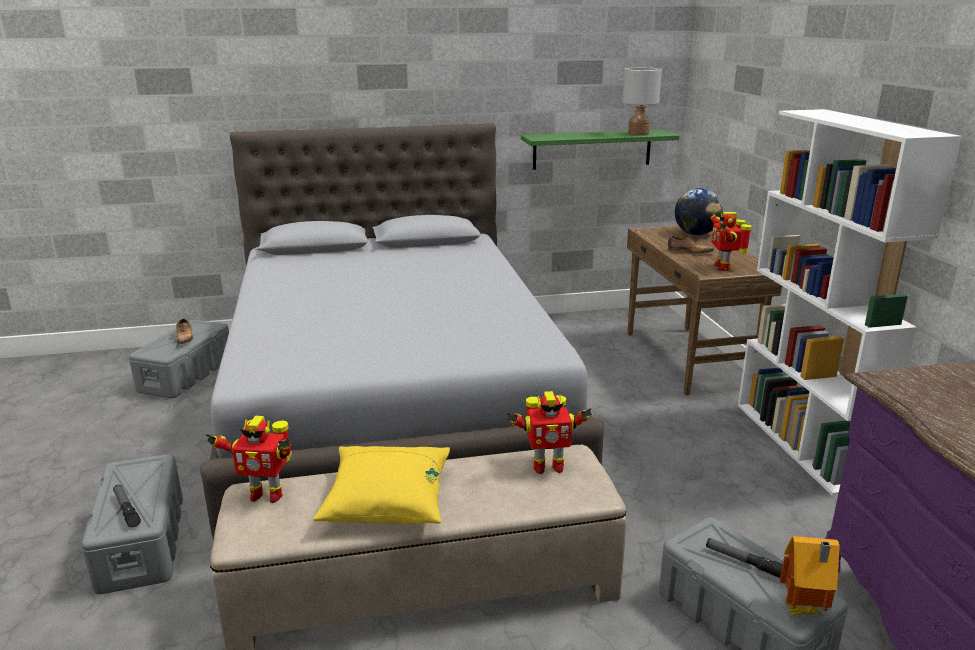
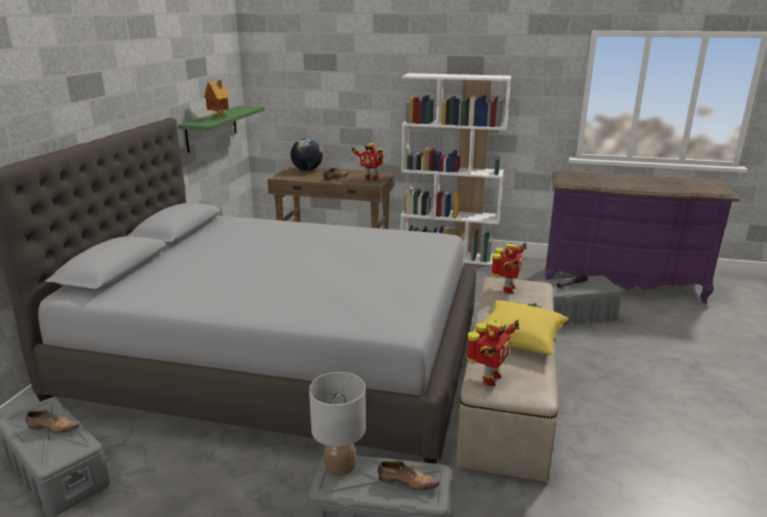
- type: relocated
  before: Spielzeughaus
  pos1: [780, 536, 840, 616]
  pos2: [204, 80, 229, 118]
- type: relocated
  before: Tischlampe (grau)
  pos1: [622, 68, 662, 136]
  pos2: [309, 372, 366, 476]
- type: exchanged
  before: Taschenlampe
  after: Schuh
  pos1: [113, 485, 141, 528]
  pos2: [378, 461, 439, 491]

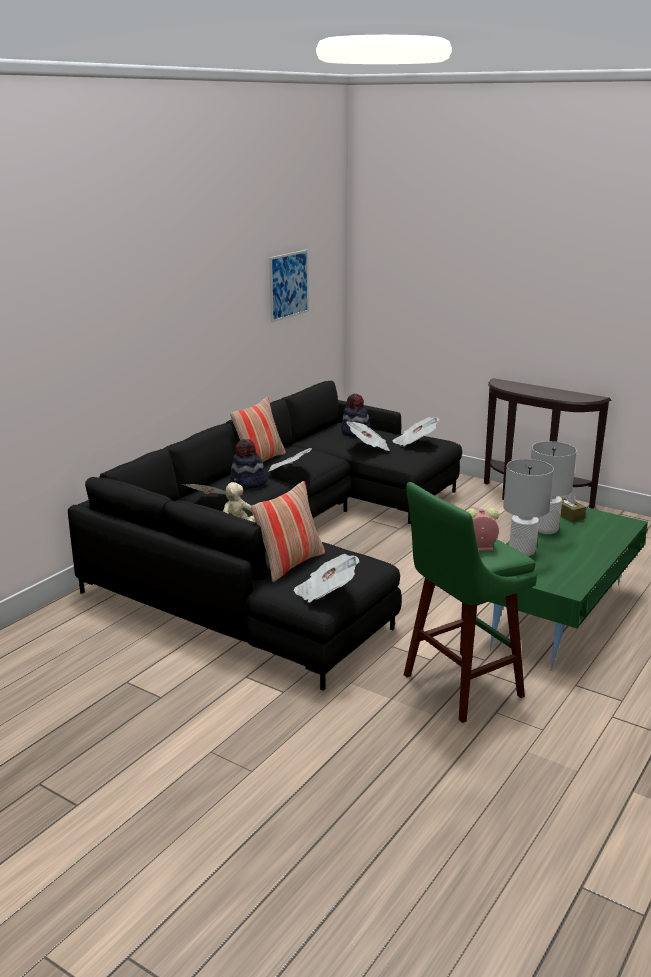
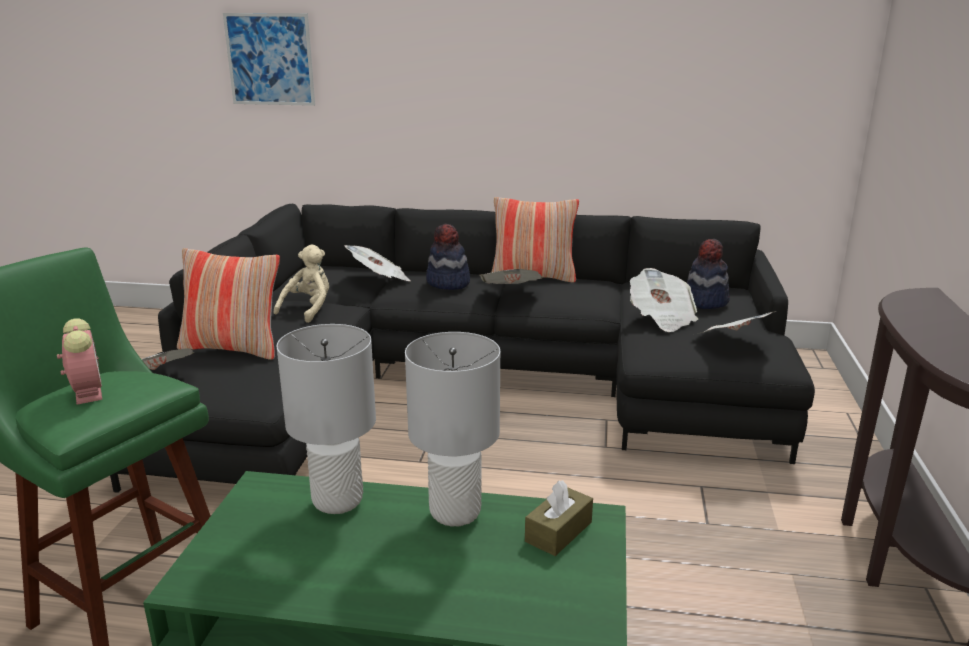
- type: relocated
  before: Bild
  pos1: [269, 250, 309, 323]
  pos2: [223, 13, 315, 106]

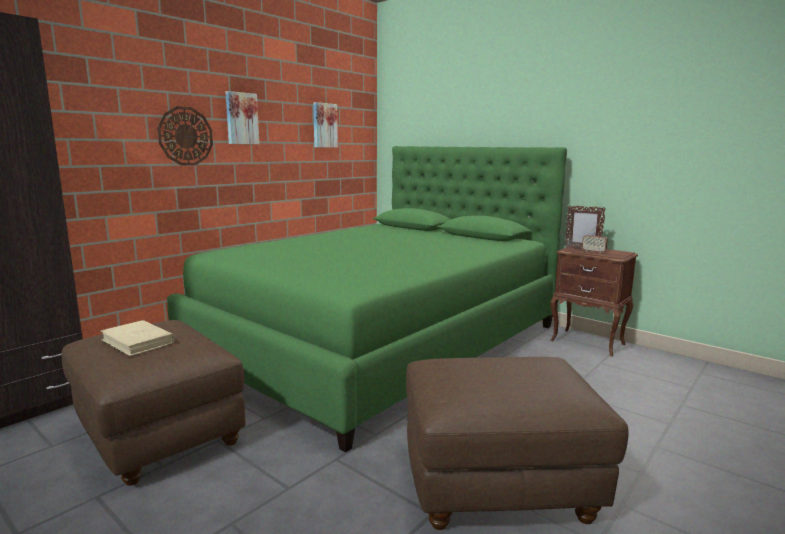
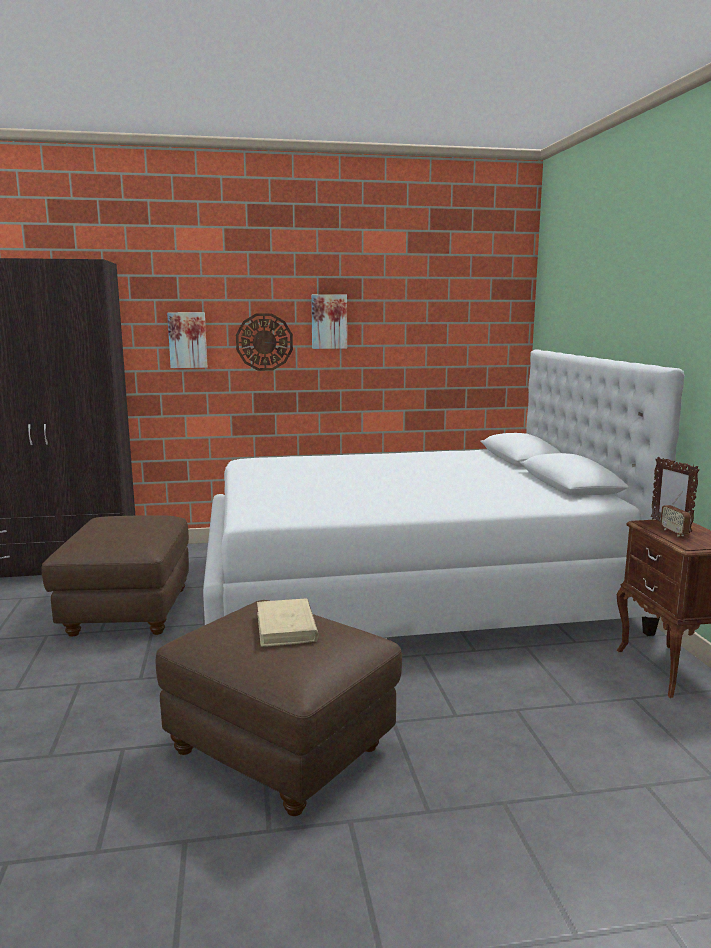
- type: relocated
  before: Bild
  pos1: [313, 102, 338, 148]
  pos2: [167, 312, 207, 368]
- type: colour
  before: Bett (grün)
  after: Bett (weiß)
  pos1: [167, 146, 567, 453]
  pos2: [203, 349, 684, 638]
- type: relocated
  before: Buch (beige)
  pos1: [101, 320, 175, 356]
  pos2: [257, 598, 319, 647]

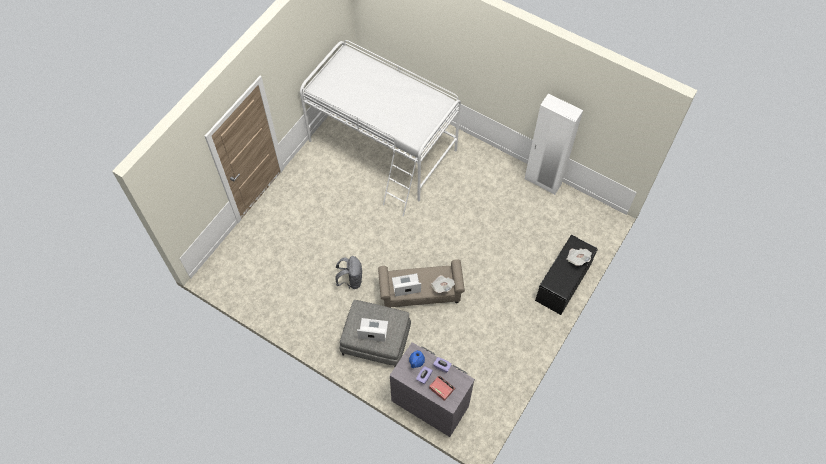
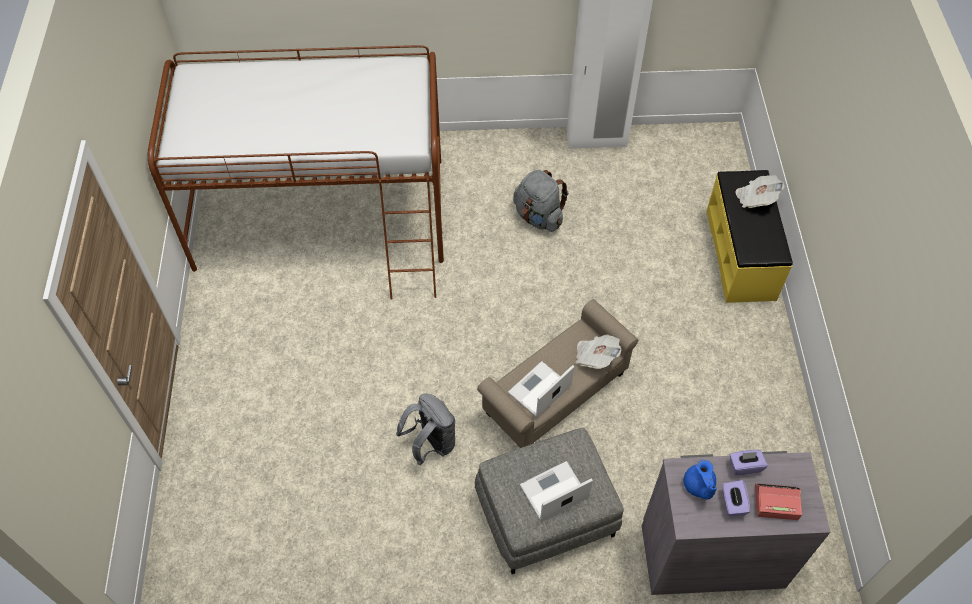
- type: colour
  before: Bett (weiß)
  after: Bett (braun)
  pos1: [300, 40, 461, 216]
  pos2: [148, 45, 444, 300]
- type: appeared
  after: Rucksack (grau)
  pos2: [513, 170, 568, 232]
- type: colour
  before: Bank (schwarz)
  after: Bank (gelb)
  pos1: [535, 235, 598, 315]
  pos2: [706, 170, 793, 303]

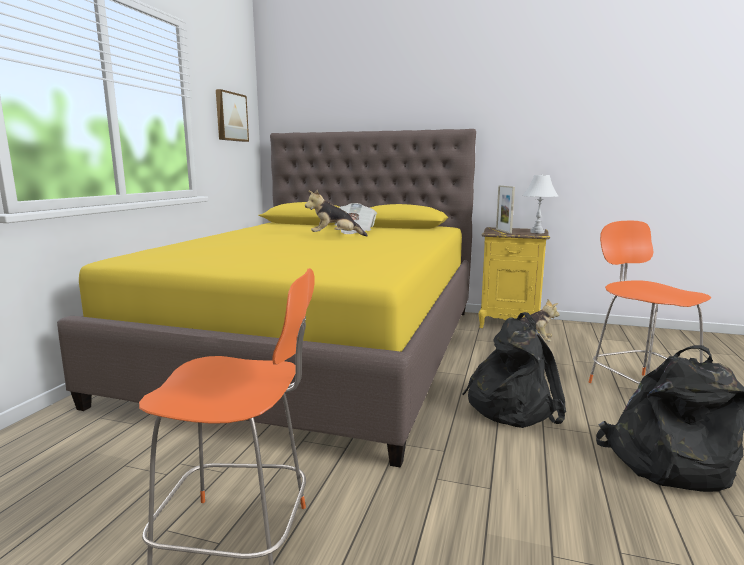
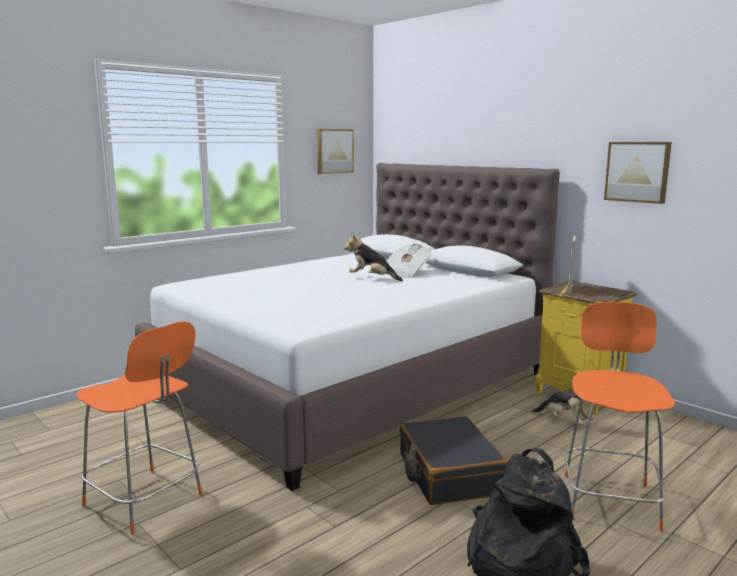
- type: colour
  before: Bett (gelb)
  after: Bett (weiß)
  pos1: [57, 129, 476, 468]
  pos2: [135, 163, 560, 491]
- type: exchanged
  before: Rucksack (schwarz)
  after: Koffer (schwarz)
  pos1: [462, 312, 566, 428]
  pos2: [399, 416, 507, 505]
- type: appeared
  after: Bild
  pos2: [604, 142, 671, 204]
- type: missing
  before: Tischlampe (weiß)
  pos1: [522, 174, 558, 233]

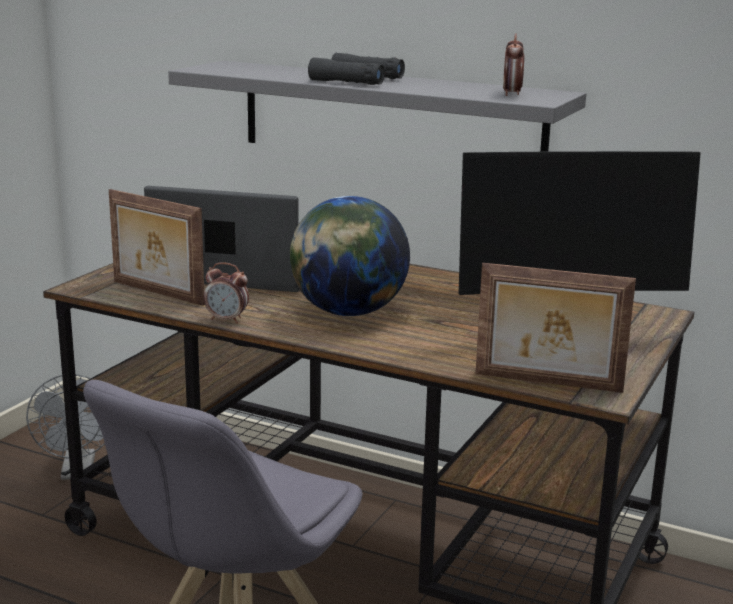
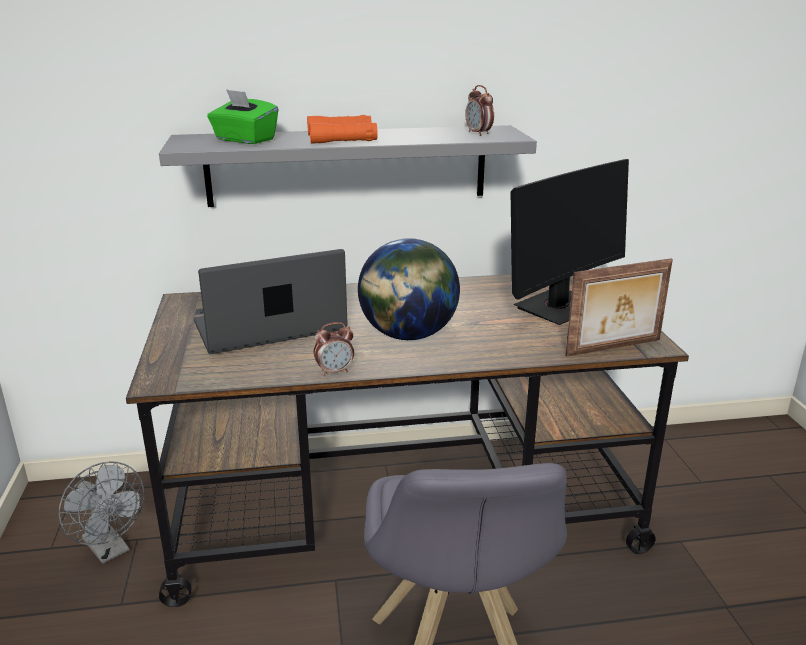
- type: appeared
  after: Taschentuchbox (grün)
  pos2: [207, 89, 278, 144]
- type: colour
  before: Fernglas (schwarz)
  after: Fernglas (orange)
  pos1: [308, 53, 405, 85]
  pos2: [307, 115, 378, 144]
- type: missing
  before: Bilderrahmen
  pos1: [109, 189, 205, 306]

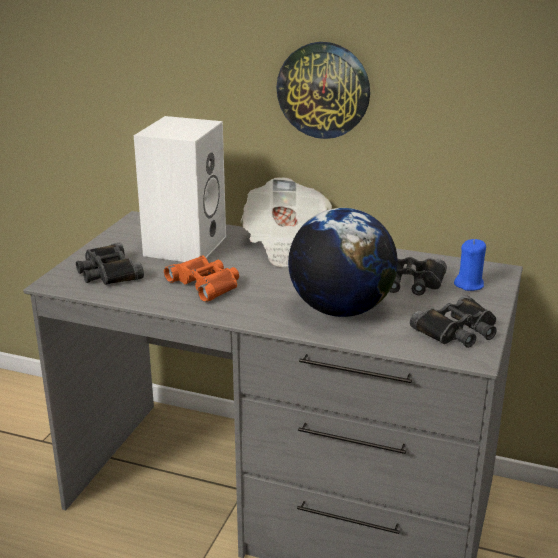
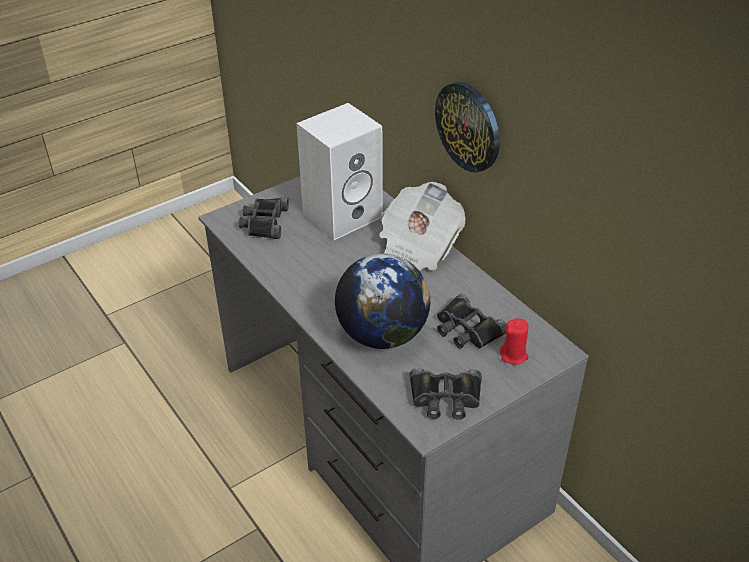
- type: colour
  before: Kerze (blau)
  after: Kerze (rot)
  pos1: [454, 239, 486, 291]
  pos2: [500, 318, 529, 365]
- type: missing
  before: Fernglas (orange)
  pos1: [164, 255, 239, 302]

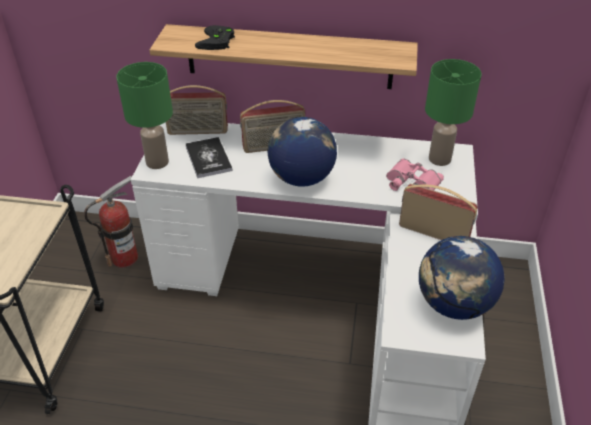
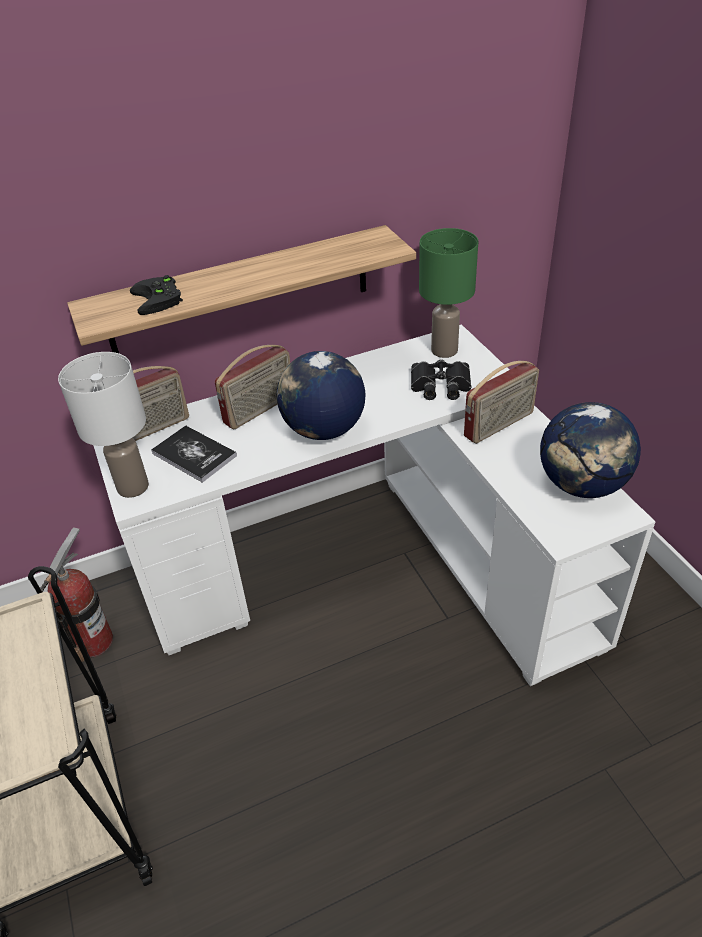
- type: colour
  before: Tischlampe (grün)
  after: Tischlampe (weiß)
  pos1: [116, 62, 173, 169]
  pos2: [58, 352, 149, 498]
- type: colour
  before: Fernglas (rosa)
  after: Fernglas (schwarz)
  pos1: [386, 158, 444, 191]
  pos2: [411, 359, 471, 400]
- type: spun
  before: Radio
  pos1: [399, 184, 478, 240]
  pos2: [464, 361, 539, 444]
  turn: 150

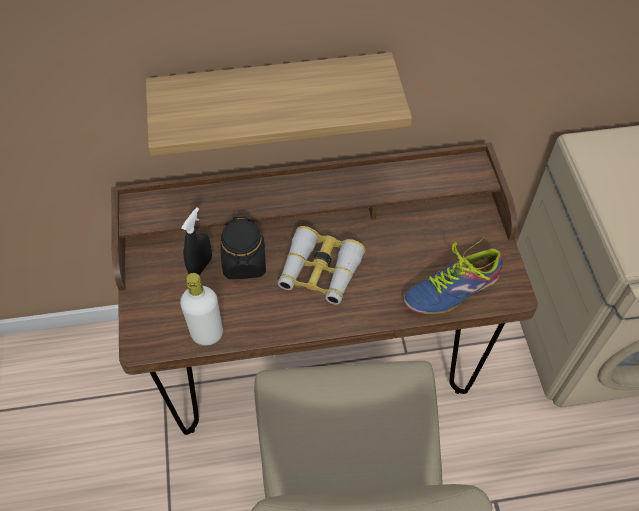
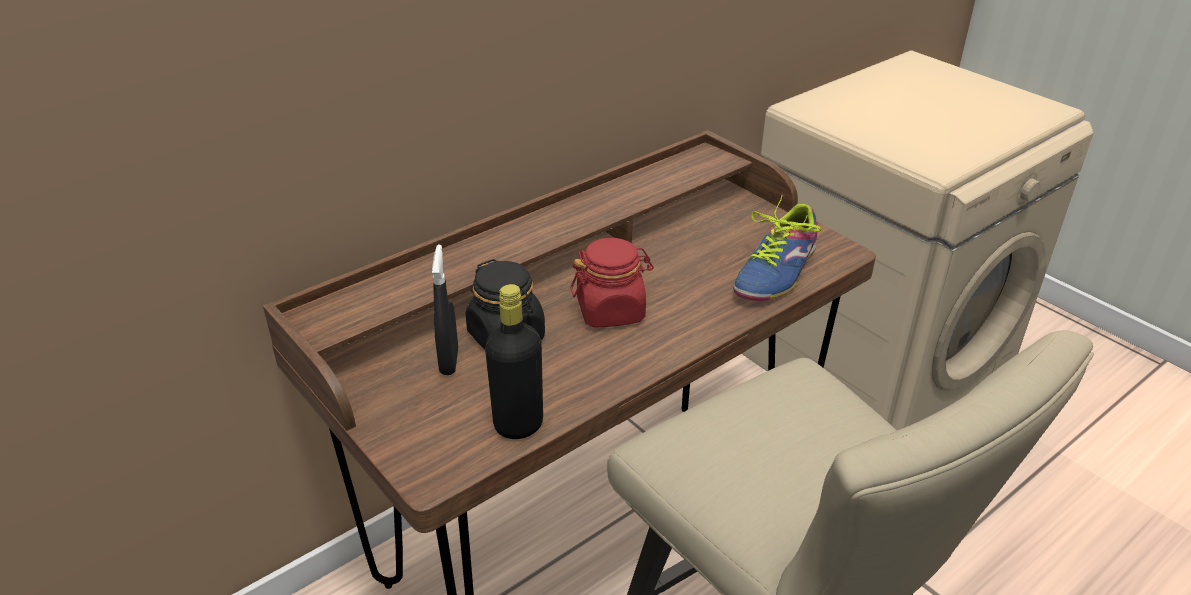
- type: colour
  before: Flasche (weiß)
  after: Flasche (schwarz)
  pos1: [180, 273, 223, 345]
  pos2: [485, 284, 543, 439]
- type: exchanged
  before: Fernglas
  after: Vorratsglas (rot)
  pos1: [278, 226, 366, 305]
  pos2: [571, 238, 654, 328]
- type: missing
  before: Wandregal
  pos1: [146, 52, 412, 156]

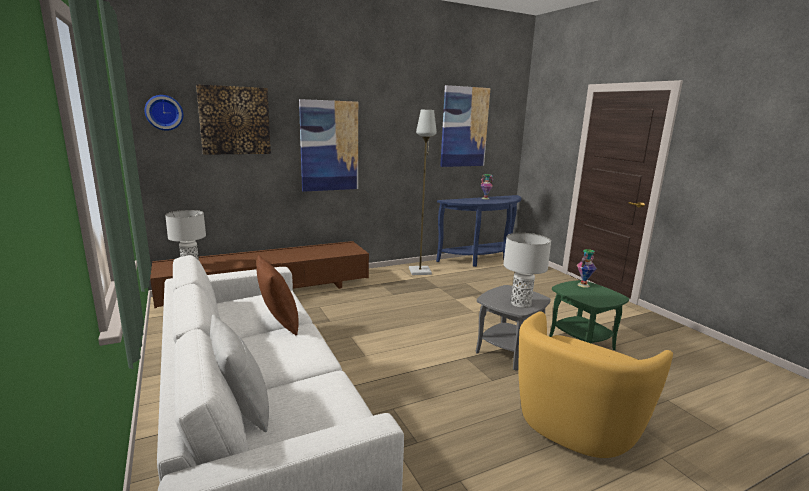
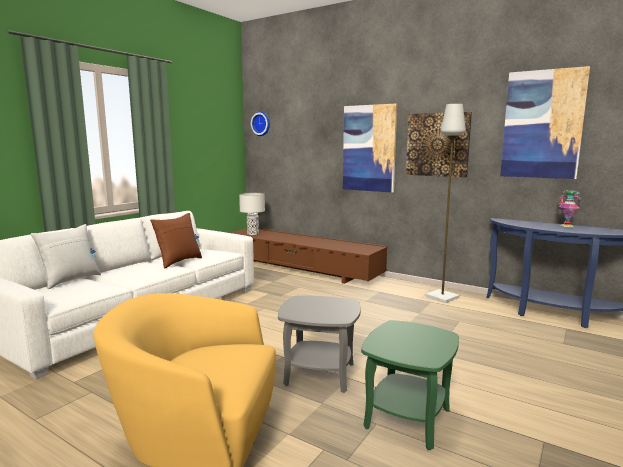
- type: relocated
  before: Bild
  pos1: [196, 84, 271, 155]
  pos2: [406, 112, 472, 177]
- type: missing
  before: Tischlampe (weiß)
  pos1: [503, 233, 551, 308]
- type: missing
  before: Vase
  pos1: [577, 249, 597, 288]

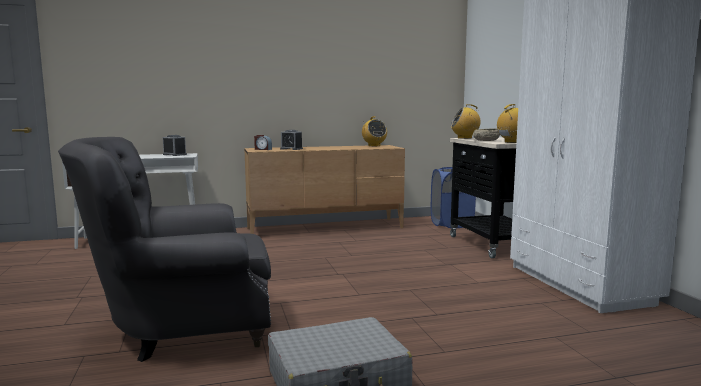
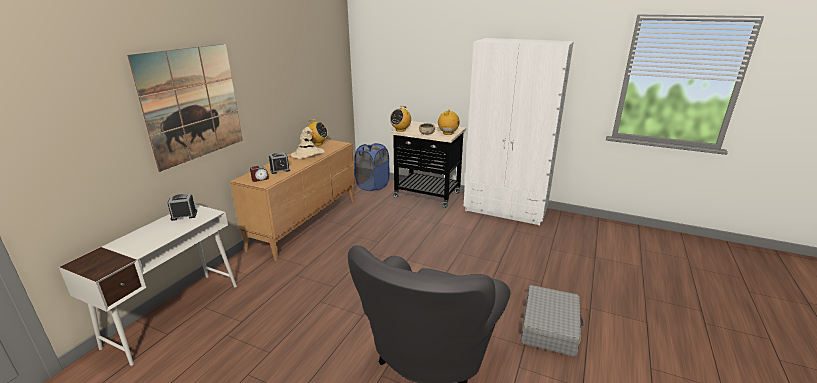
- type: appeared
  after: Bild
  pos2: [127, 44, 243, 172]
- type: appeared
  after: Hut (beige)
  pos2: [291, 127, 325, 159]

